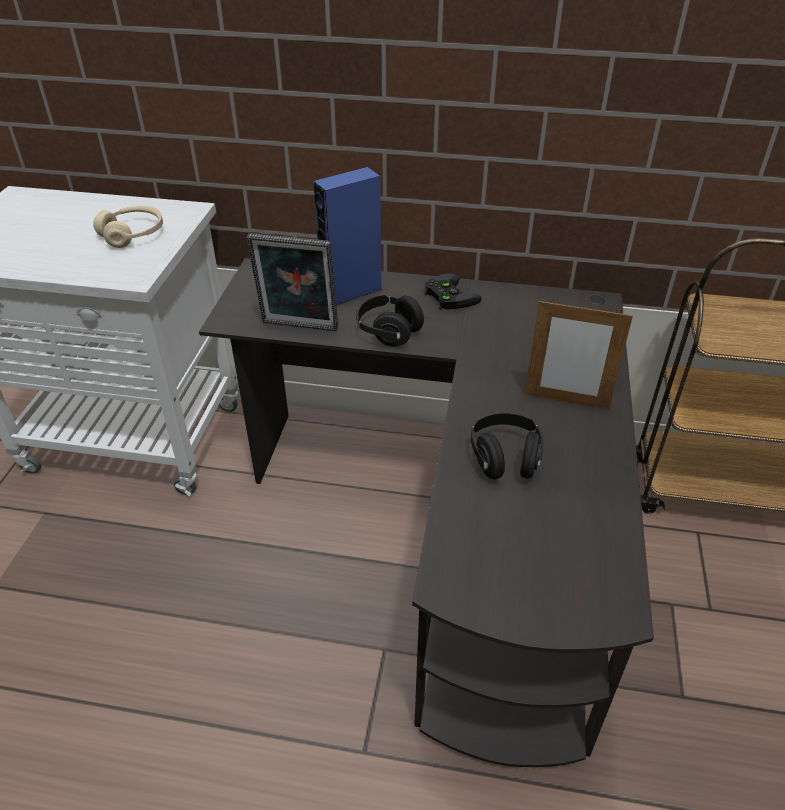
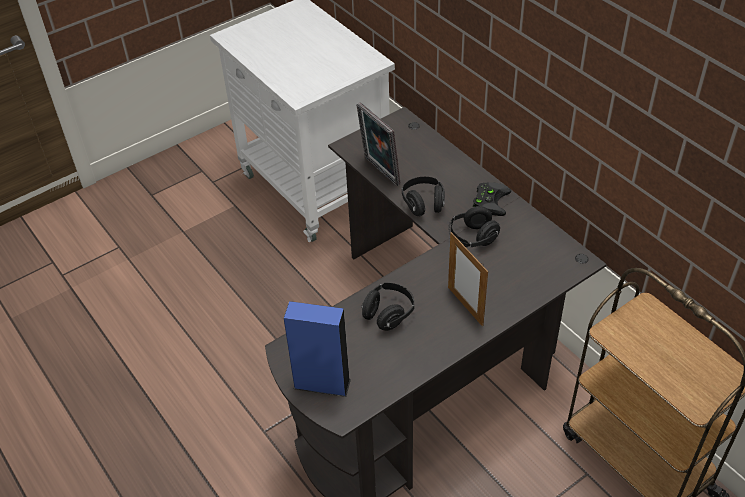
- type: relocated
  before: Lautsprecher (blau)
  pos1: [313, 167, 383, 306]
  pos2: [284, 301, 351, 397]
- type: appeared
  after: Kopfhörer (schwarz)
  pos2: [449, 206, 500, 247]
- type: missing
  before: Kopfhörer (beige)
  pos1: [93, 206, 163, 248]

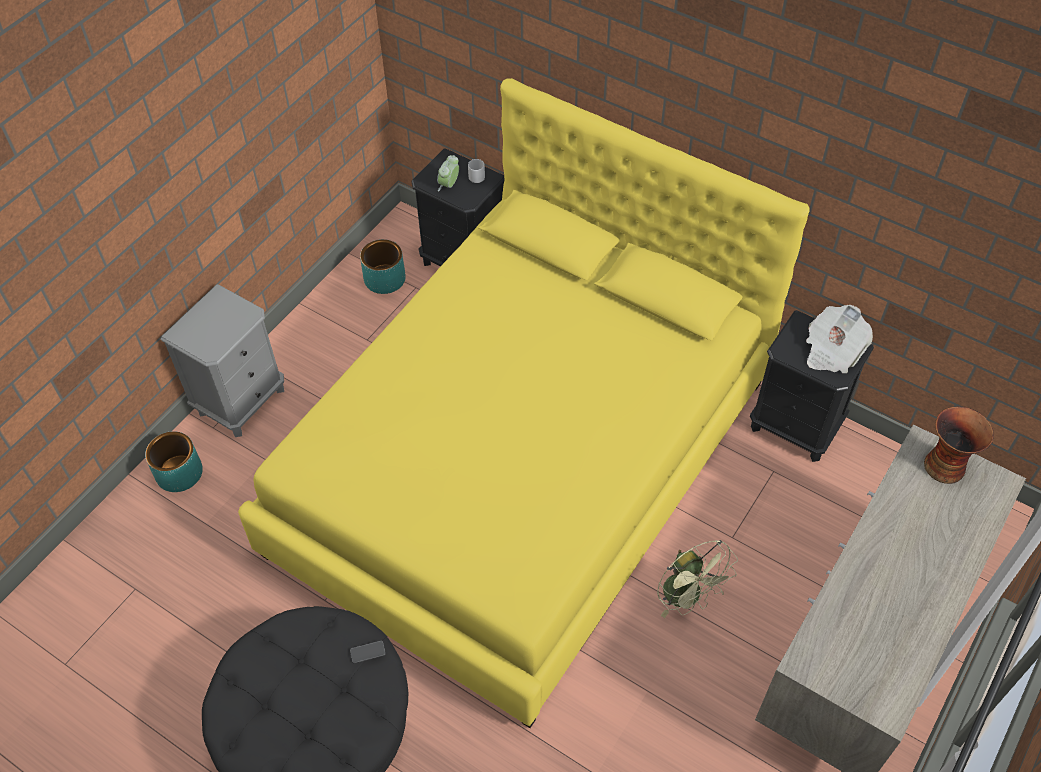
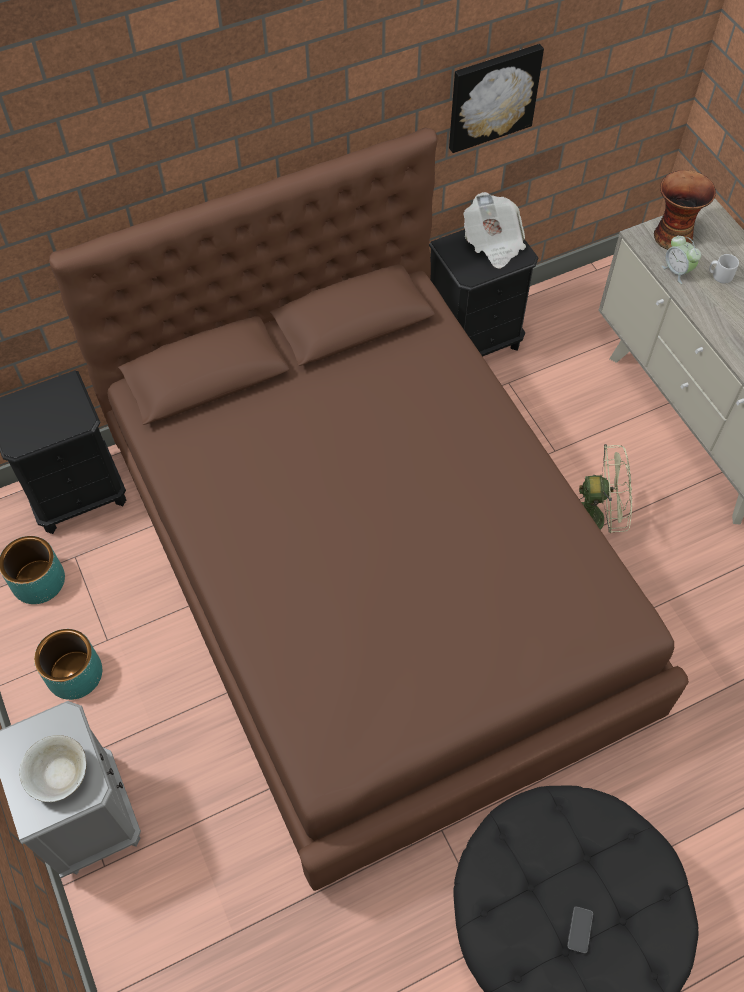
- type: appeared
  after: Schüssel (beige)
  pos2: [19, 735, 86, 802]
- type: relocated
  before: Pflanzkübel (türkis)
  pos1: [145, 431, 203, 492]
  pos2: [34, 629, 102, 700]
- type: colour
  before: Bett (gelb)
  after: Bett (braun)
  pos1: [238, 78, 810, 728]
  pos2: [49, 128, 689, 891]
- type: appeared
  after: Bild
  pos2: [449, 44, 544, 153]
- type: relocated
  before: Handy
  pos1: [350, 641, 386, 663]
  pos2: [567, 906, 593, 954]
- type: relocated
  before: Wecker
  pos1: [437, 155, 459, 192]
  pos2: [662, 236, 701, 284]
- type: relocated
  before: Henkelbecher (grau)
  pos1: [468, 159, 485, 183]
  pos2: [709, 254, 739, 284]

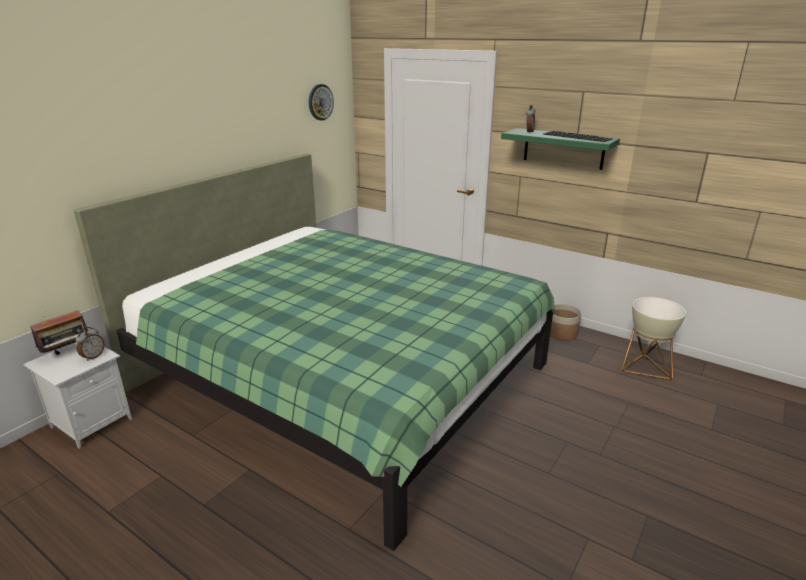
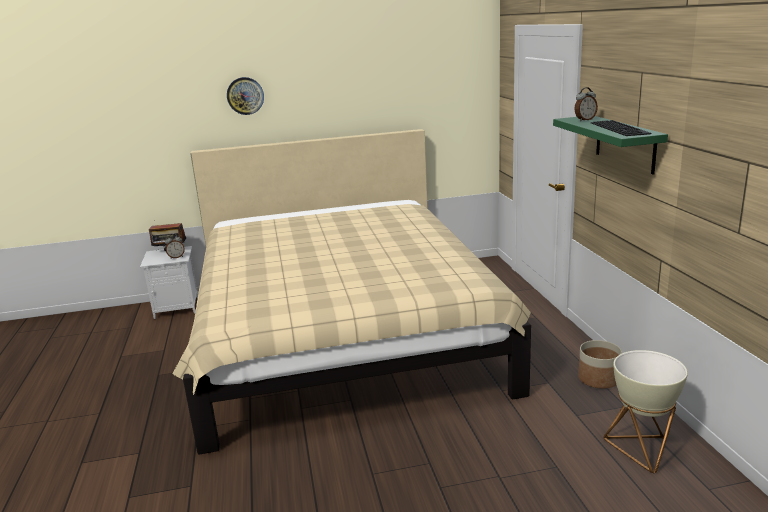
- type: colour
  before: Bett (grün)
  after: Bett (beige)
  pos1: [74, 153, 555, 551]
  pos2: [173, 129, 531, 455]
- type: relocated
  before: Wanduhr
  pos1: [309, 84, 334, 121]
  pos2: [227, 77, 264, 115]

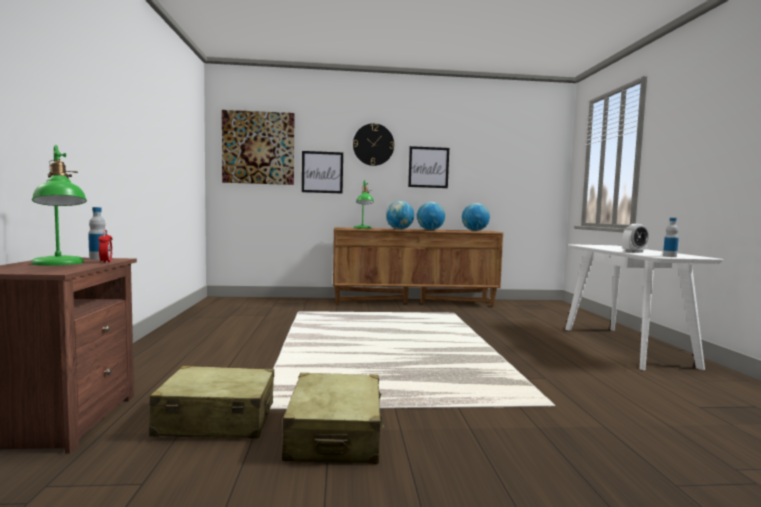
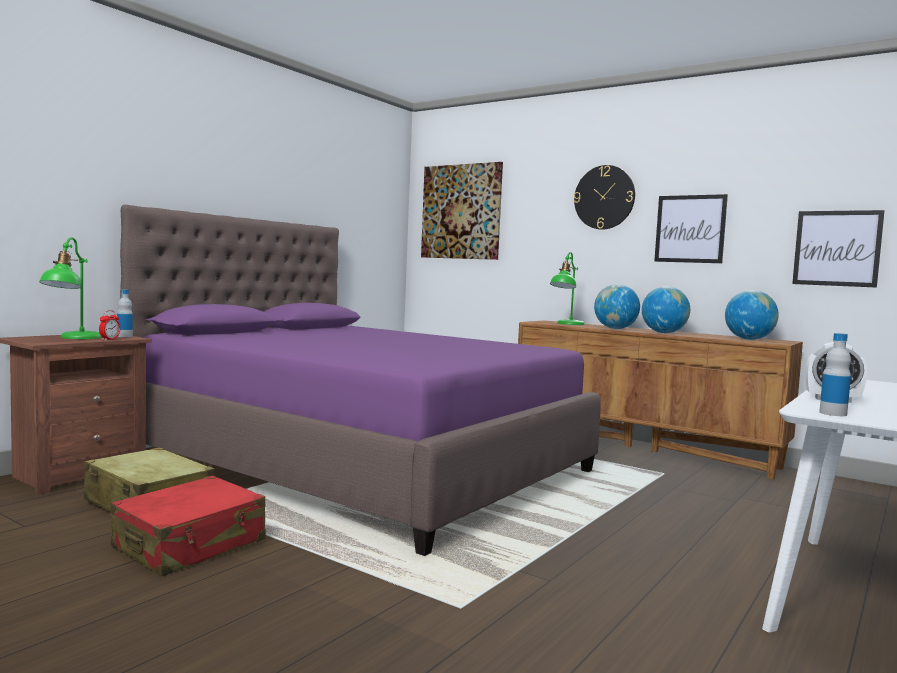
- type: colour
  before: Koffer (beige)
  after: Koffer (rot)
  pos1: [282, 373, 384, 464]
  pos2: [110, 476, 266, 576]
- type: appeared
  after: Bett (lila)
  pos2: [120, 205, 601, 556]
- type: relocated
  before: Bild
  pos1: [302, 151, 343, 194]
  pos2: [792, 210, 885, 288]

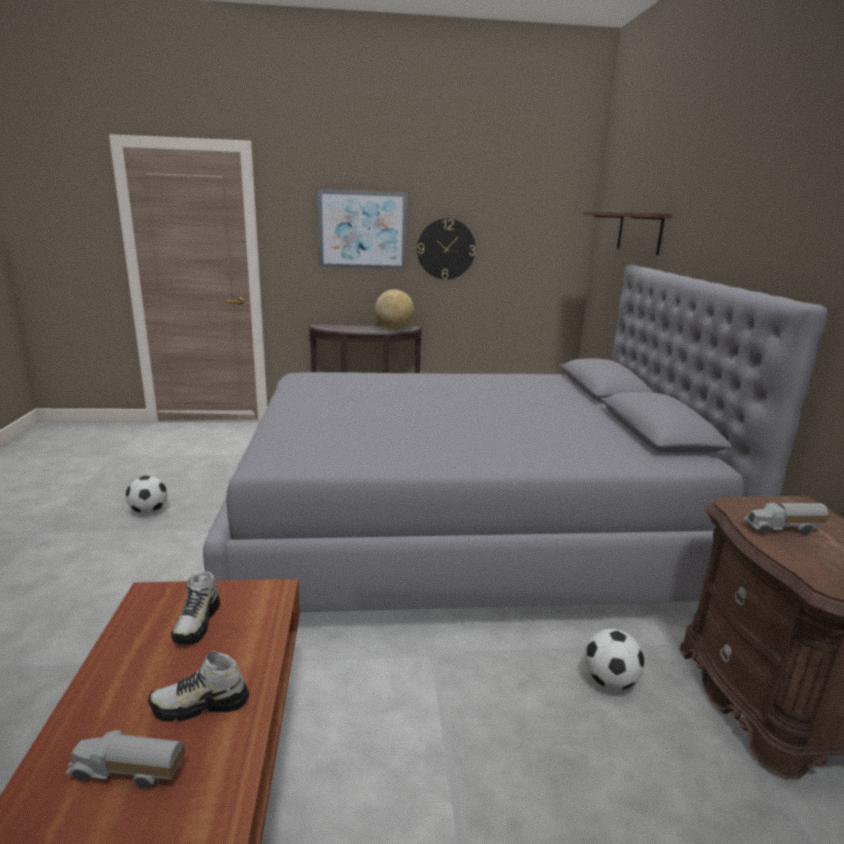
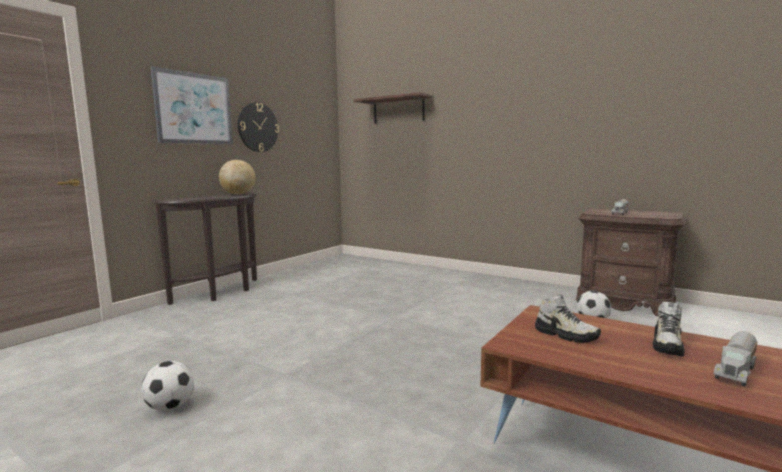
- type: missing
  before: Bett (grau)
  pos1: [203, 264, 827, 612]

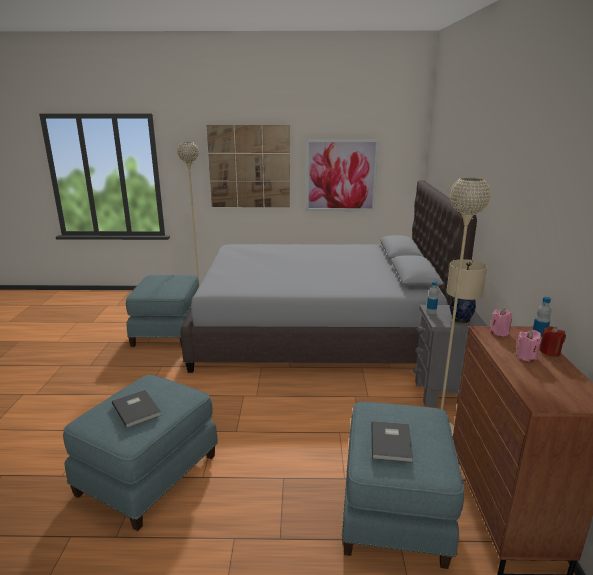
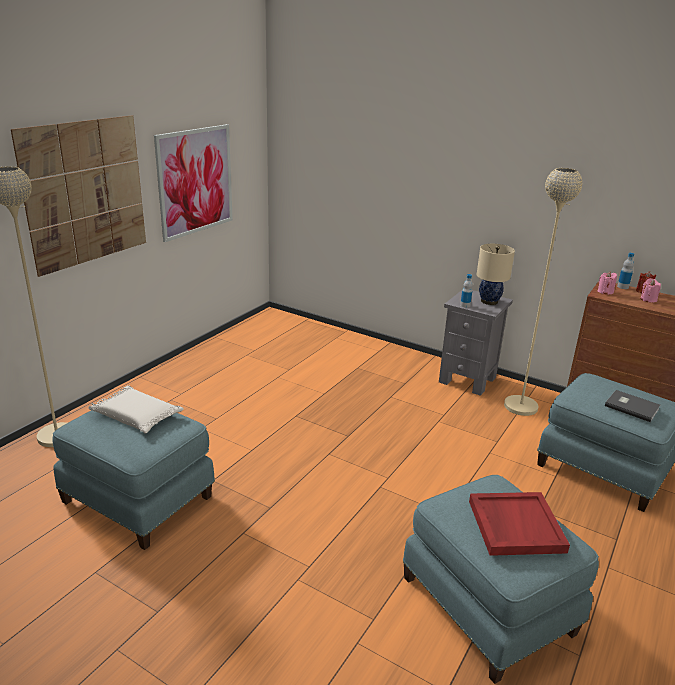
- type: appeared
  after: Kissen (weiß)
  pos2: [88, 385, 184, 433]
- type: exchanged
  before: Buch (grau)
  after: Tablett (rot)
  pos1: [112, 390, 161, 428]
  pos2: [469, 492, 570, 556]
- type: missing
  before: Bett (grau)
  pos1: [180, 180, 477, 373]

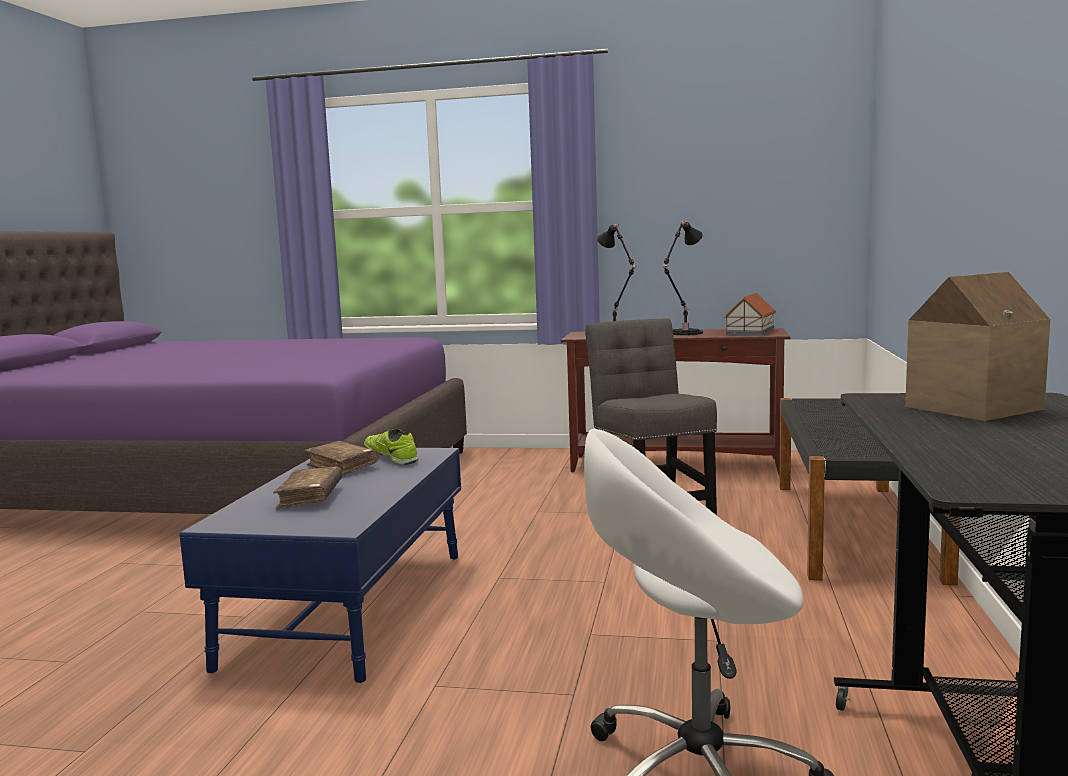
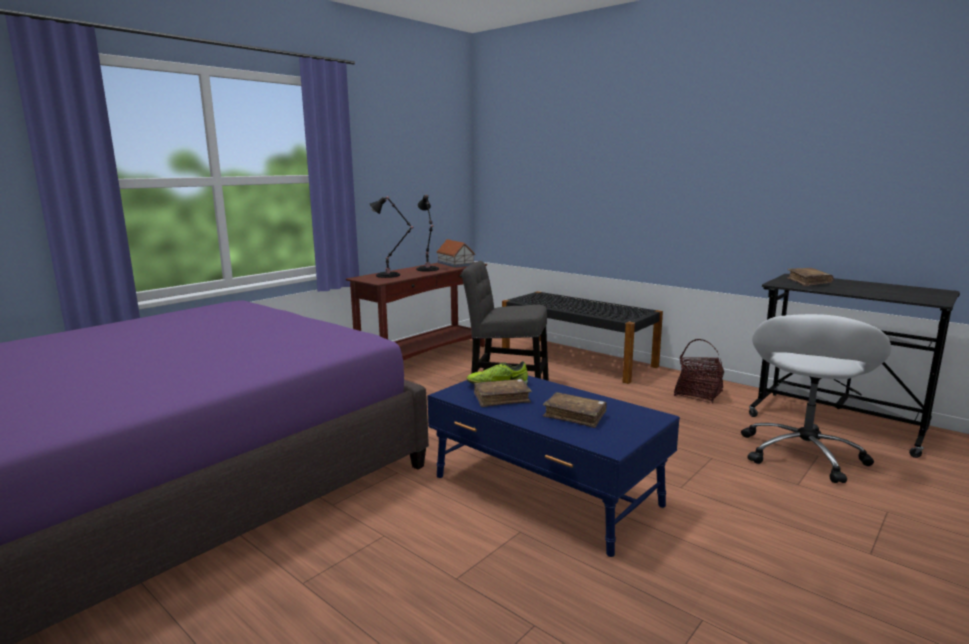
- type: appeared
  after: Korb
  pos2: [674, 339, 724, 403]
- type: exchanged
  before: Spielzeughaus
  after: Buch (braun)
  pos1: [904, 272, 1050, 421]
  pos2: [787, 268, 834, 286]

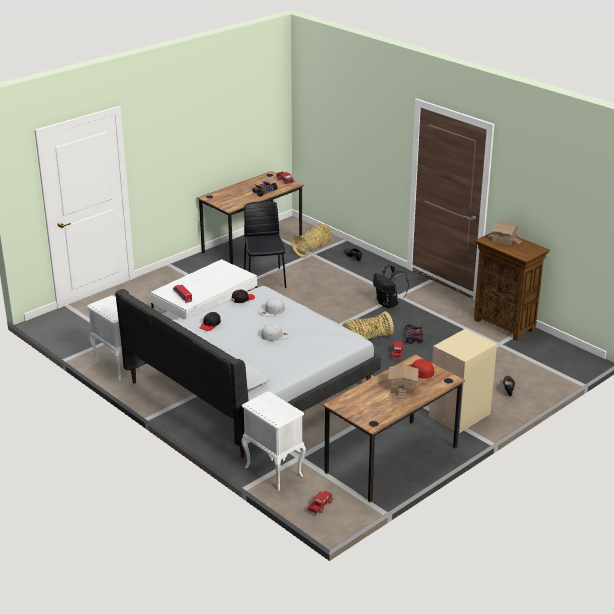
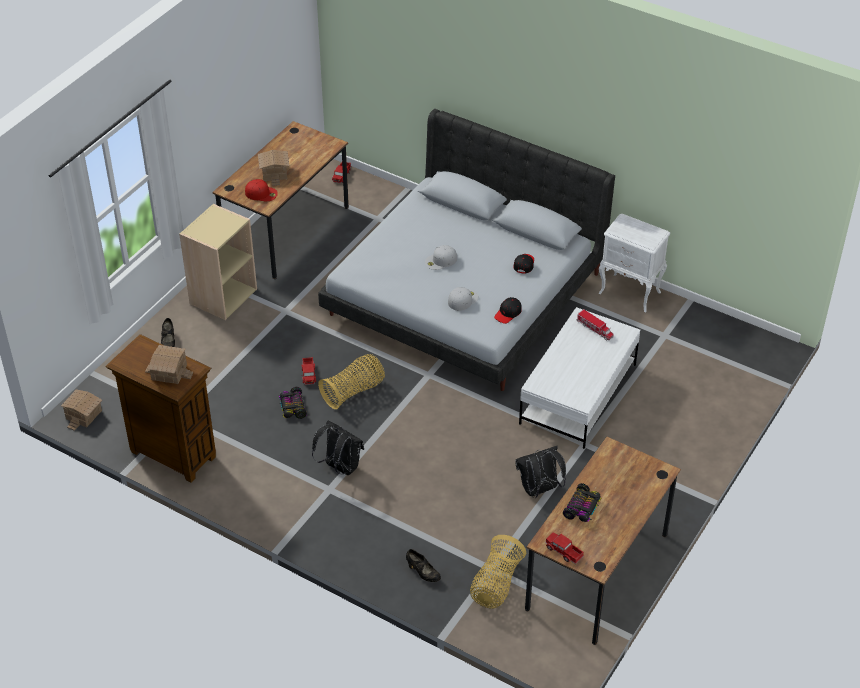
- type: appeared
  after: Spielzeughaus
  pos2: [61, 389, 102, 431]
- type: exchanged
  before: Stuhl (schwarz)
  after: Rucksack (schwarz)
  pos1: [244, 201, 287, 291]
  pos2: [516, 446, 566, 498]
- type: missing
  before: Nachttisch (weiß)
  pos1: [241, 391, 306, 491]

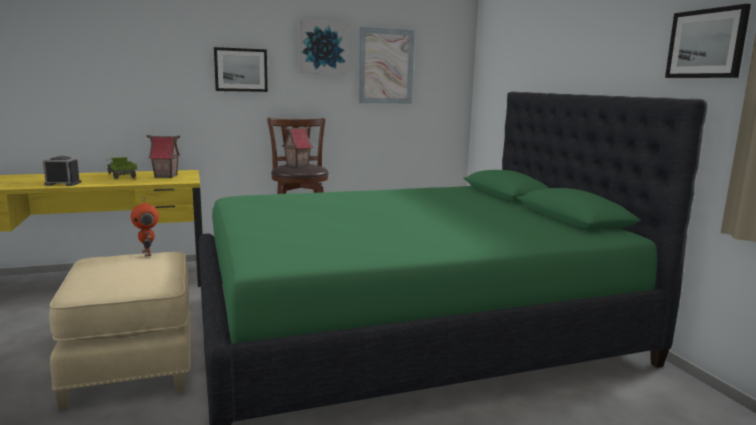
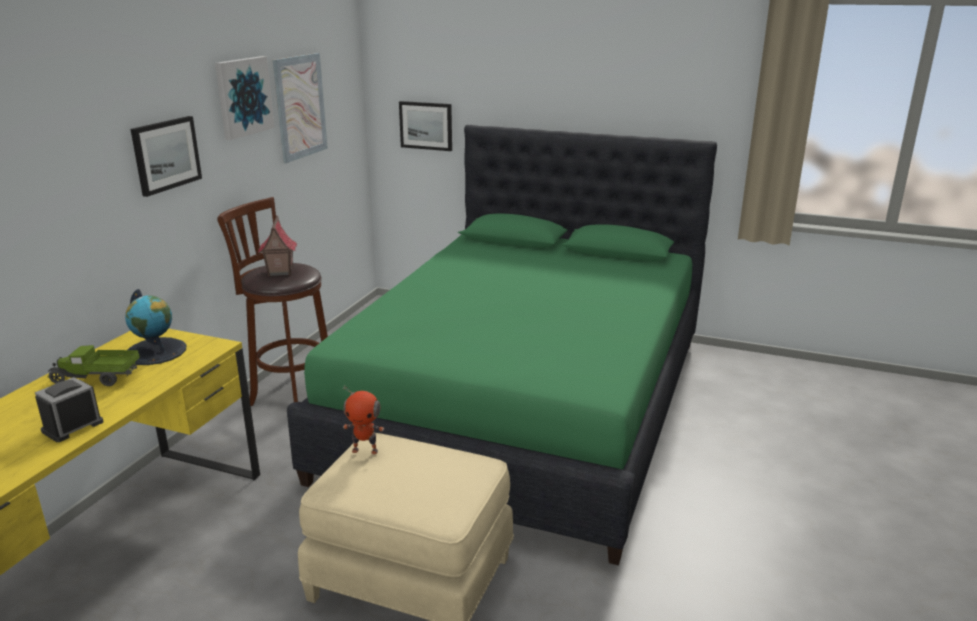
- type: exchanged
  before: Spielzeughaus
  after: Globus
  pos1: [146, 135, 180, 178]
  pos2: [125, 289, 186, 365]
- type: relocated
  before: Bild
  pos1: [665, 4, 751, 78]
  pos2: [399, 101, 452, 151]

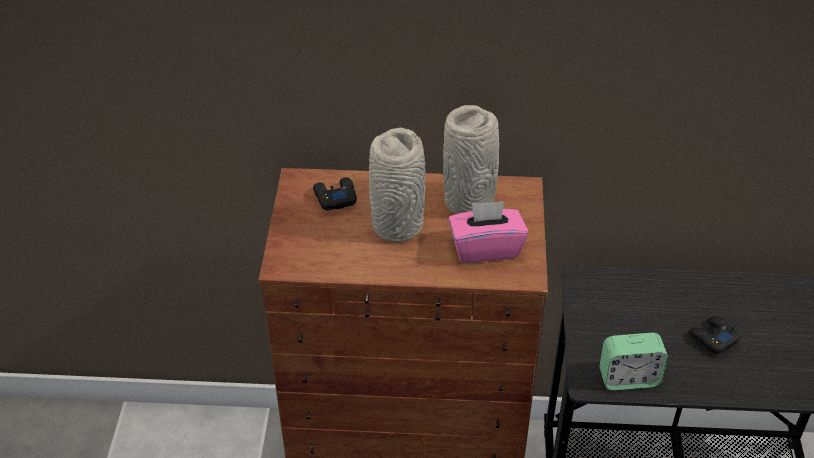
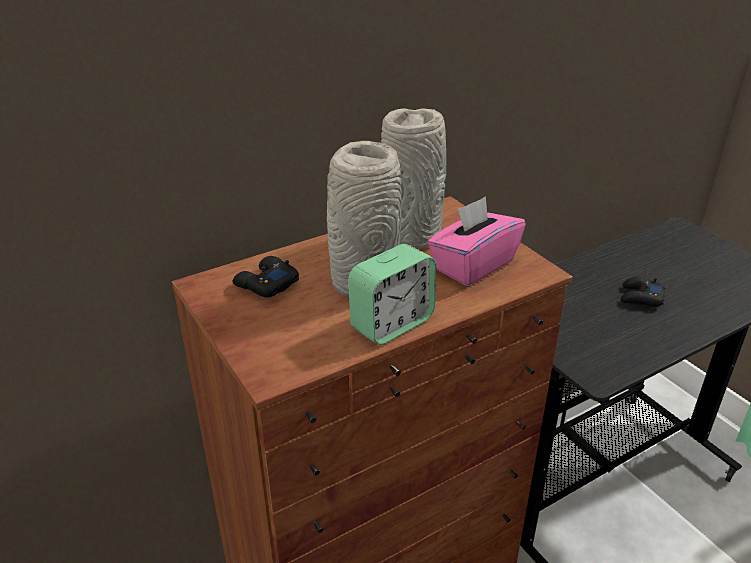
- type: relocated
  before: Wecker
  pos1: [599, 333, 668, 391]
  pos2: [348, 244, 436, 345]

